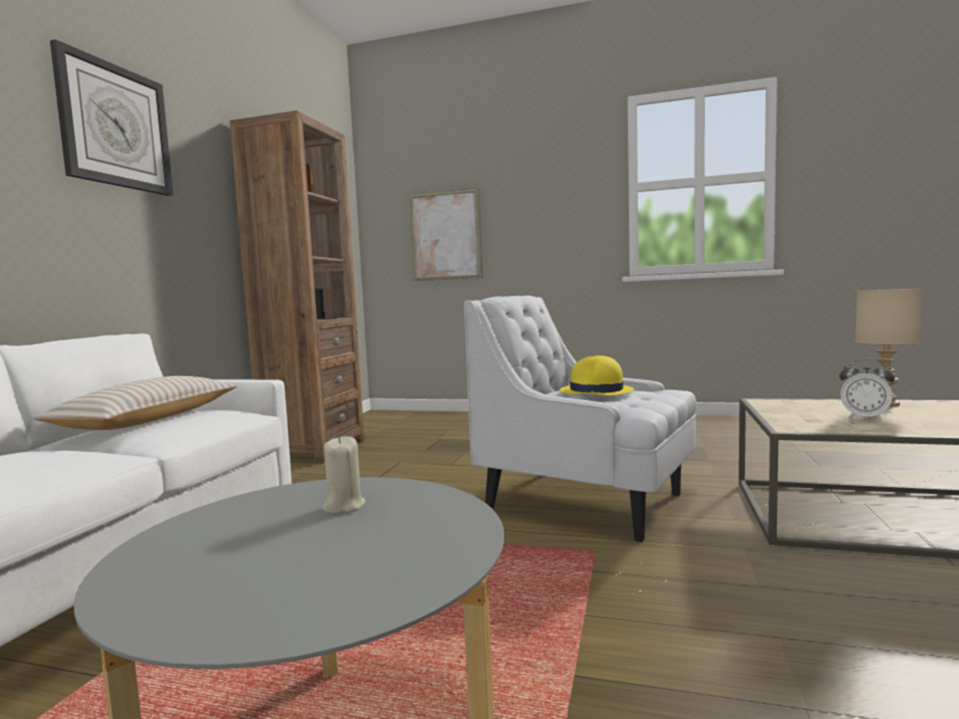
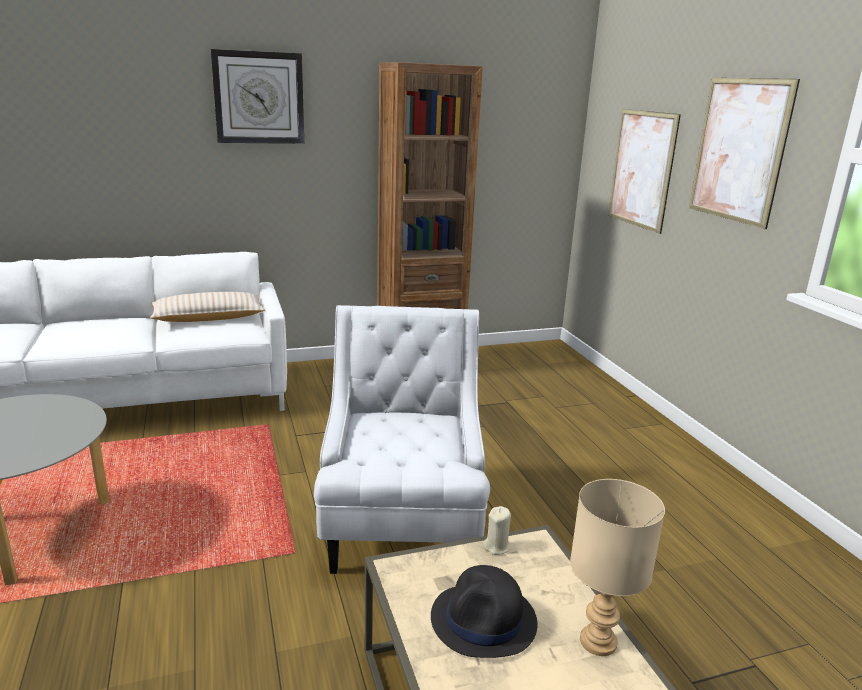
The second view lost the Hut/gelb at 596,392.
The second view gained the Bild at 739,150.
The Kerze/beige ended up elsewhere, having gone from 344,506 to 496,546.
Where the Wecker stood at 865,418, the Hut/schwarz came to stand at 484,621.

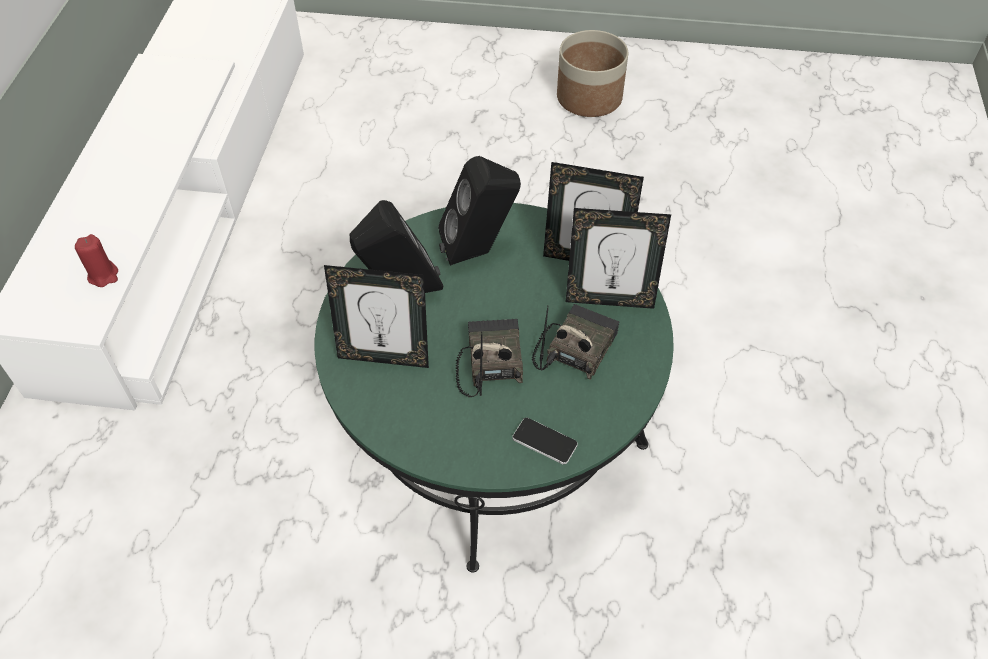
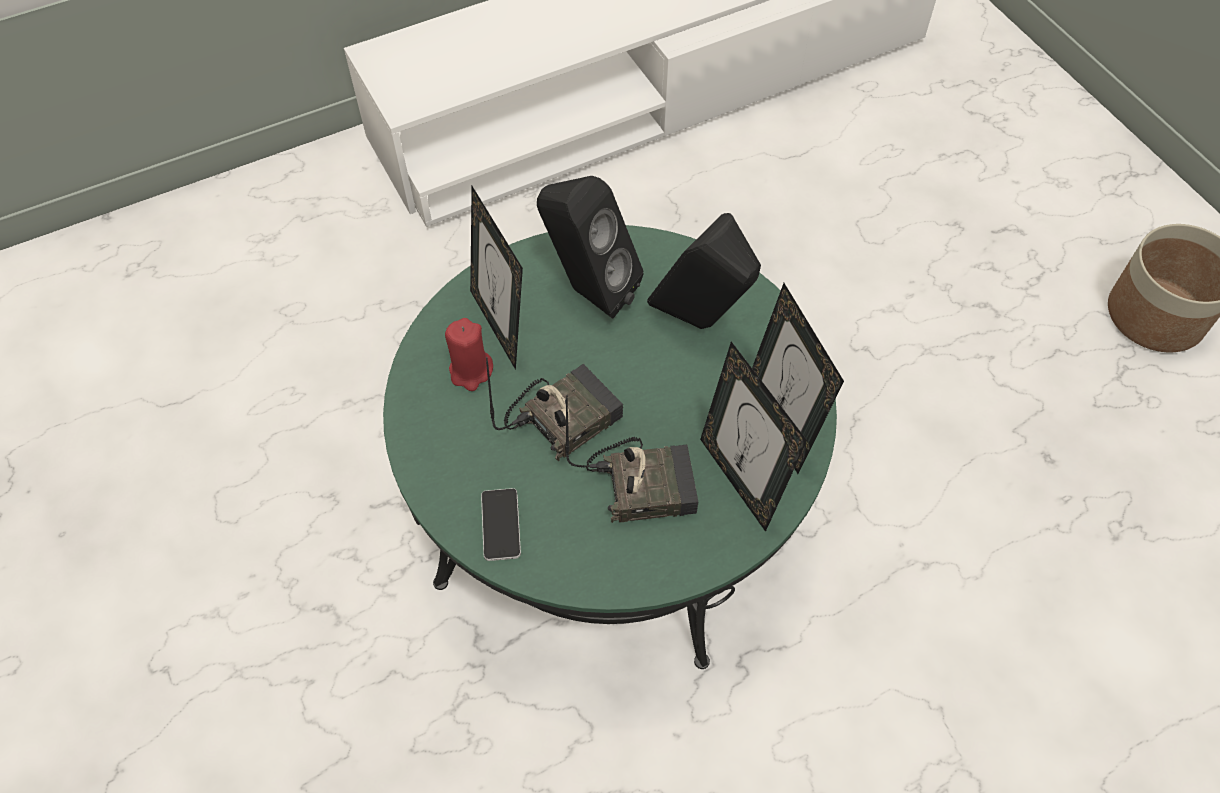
The Kerze/rot ended up elsewhere, having gone from 103,275 to 471,371.

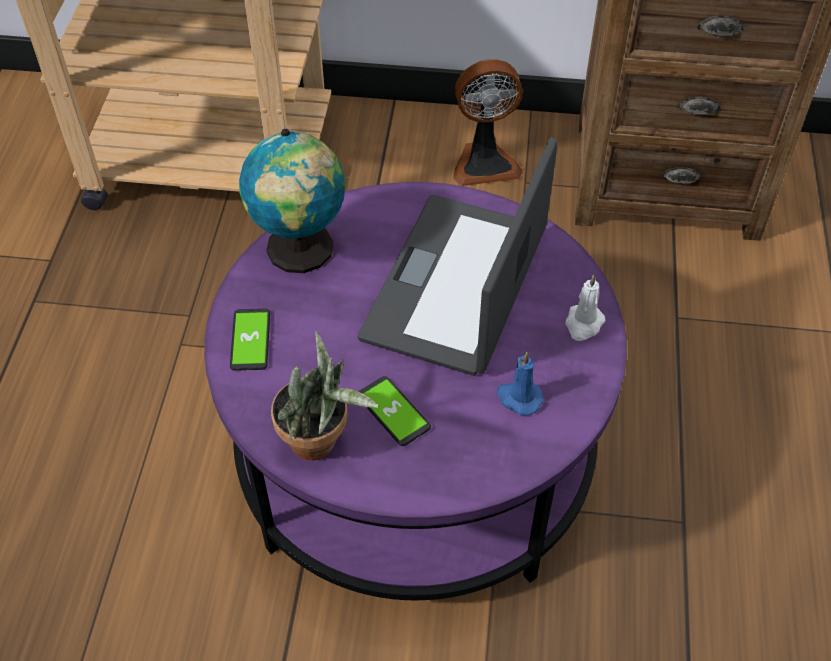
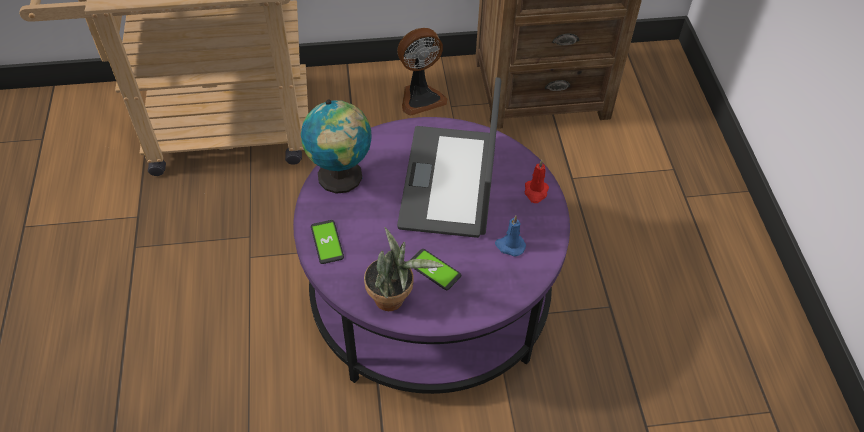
What was the Kerze/weiß at 583,324 turned into the Kerze/rot at 536,192.

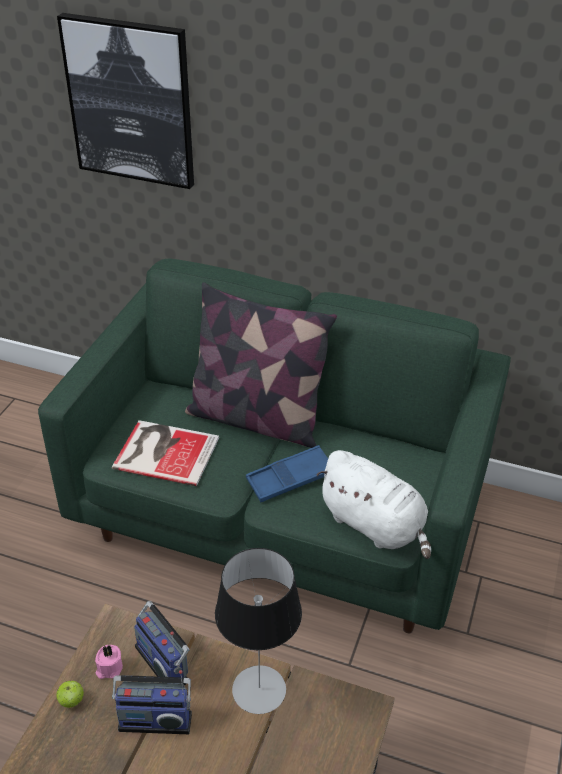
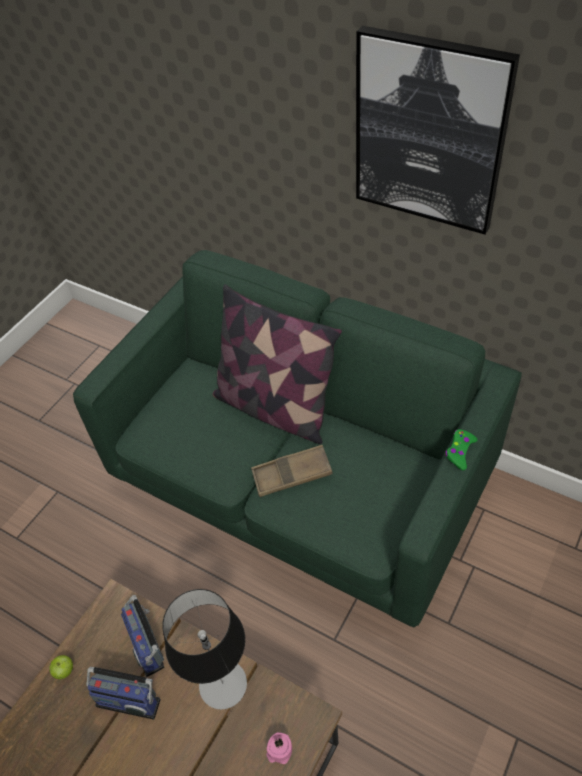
The second view lost the Buch at 164,451.
The second view lost the Plüschtier/weiß at 375,526.
The second view gained the Gamepad/grün at 460,452.
The Bild ended up elsewhere, having gone from 131,101 to 429,132.
The Kerze/rosa ended up elsewhere, having gone from 109,668 to 279,751.
What was the Tablett/blau at 290,478 turned into the Tablett/braun at 292,474.

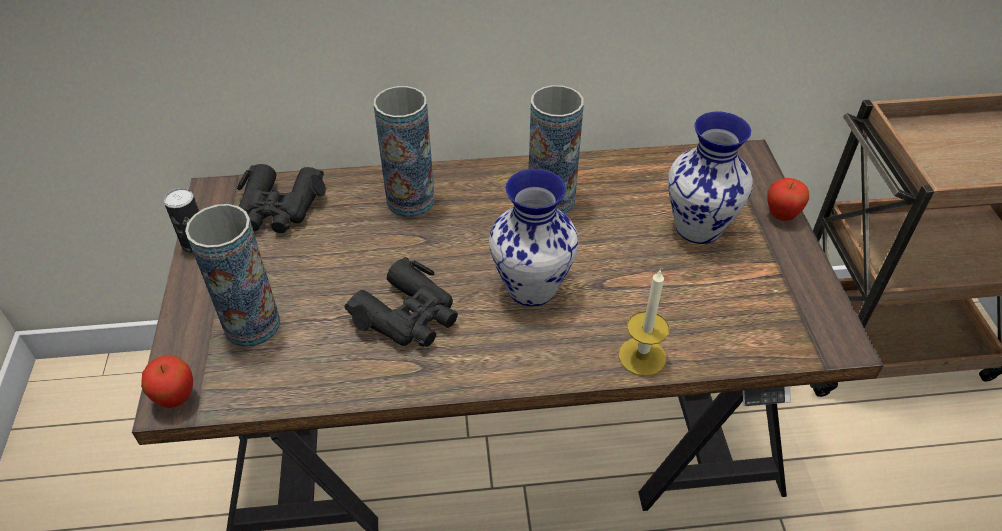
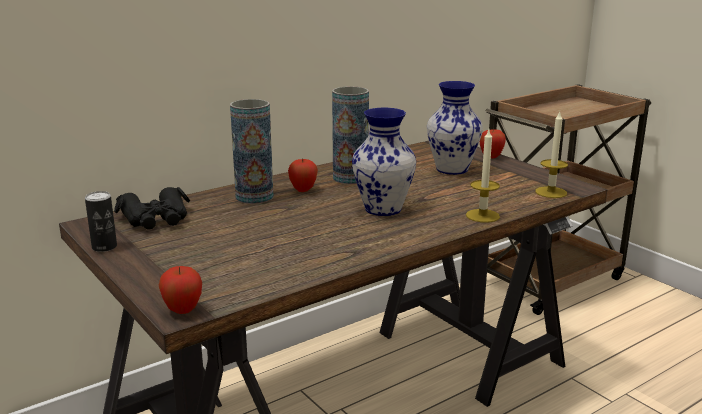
The second view lost the Vase at 252,325.
The second view lost the Fernglas/schwarz at 408,315.
The second view gained the Apfel at 303,190.
The second view gained the Kerze at 551,192.

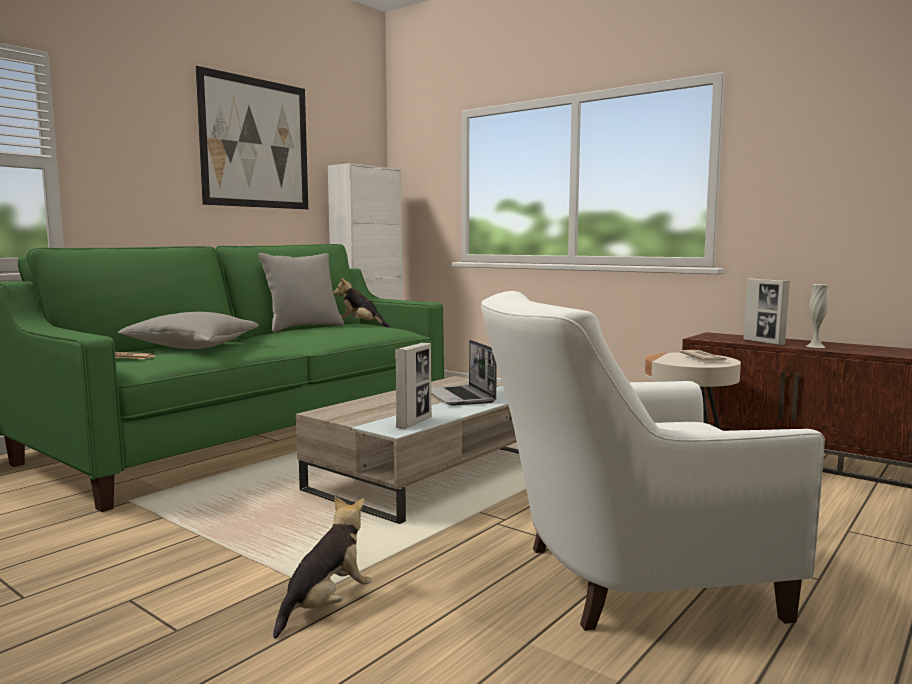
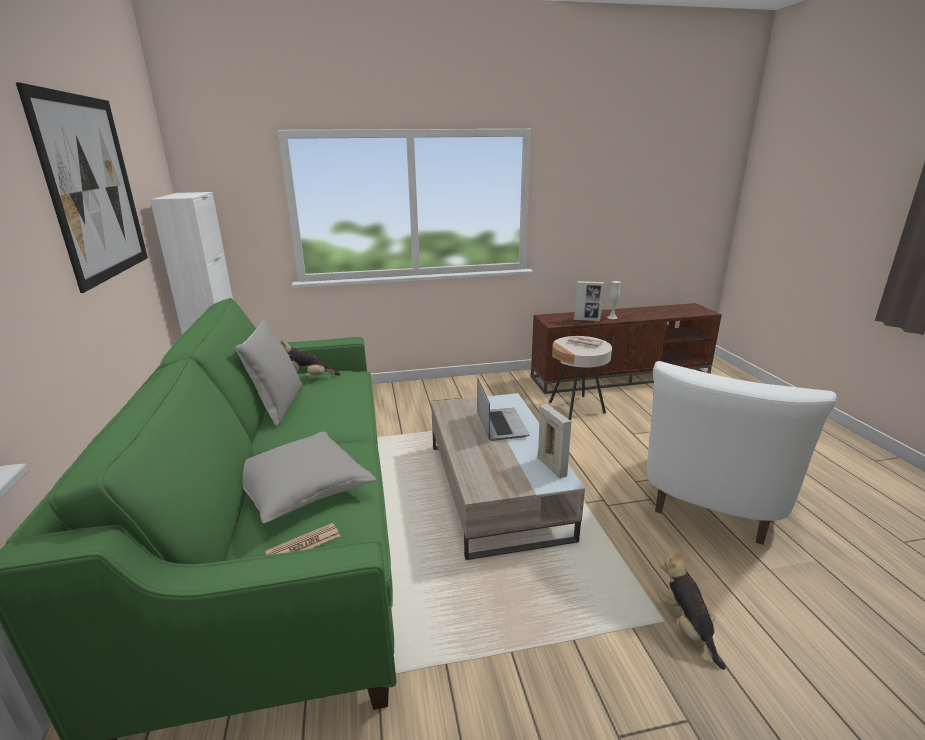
The Laptop at 461,397 ended up facing another way, 120 degrees counterclockwise from before.

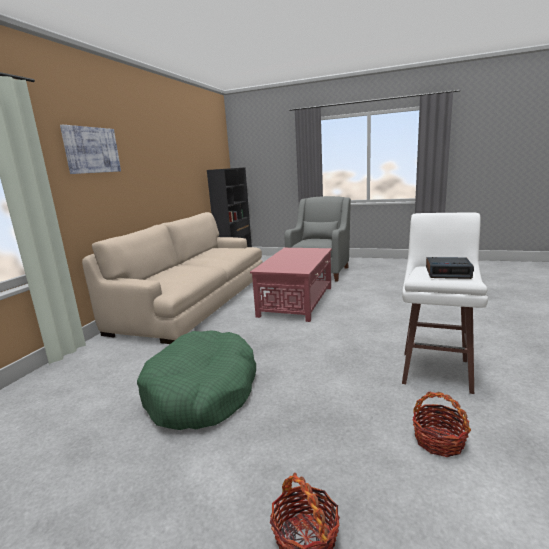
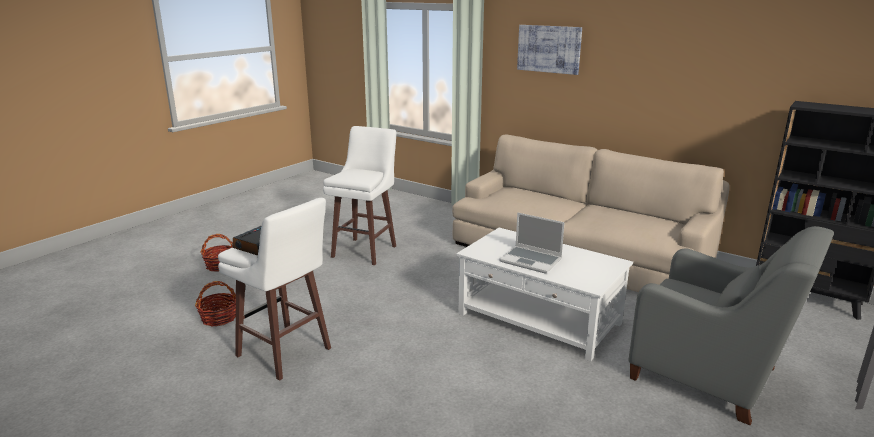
The second view gained the Laptop at 531,260.
Where the Hundebett/grün stood at 202,392, the Hocker/weiß came to stand at 365,251.
What was the Couchtisch/rot at 297,301 turned into the Couchtisch/weiß at 539,319.

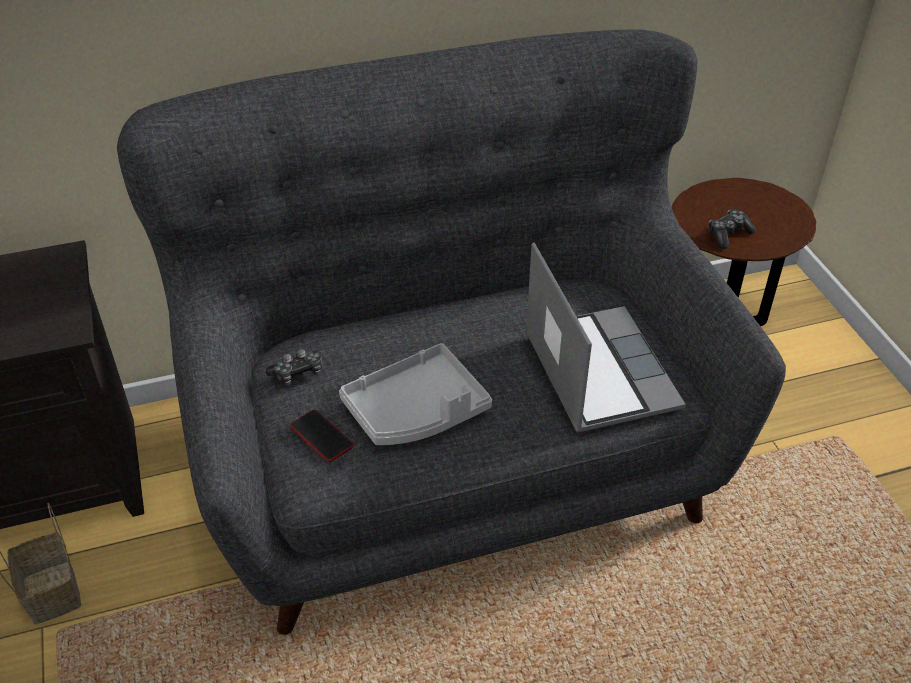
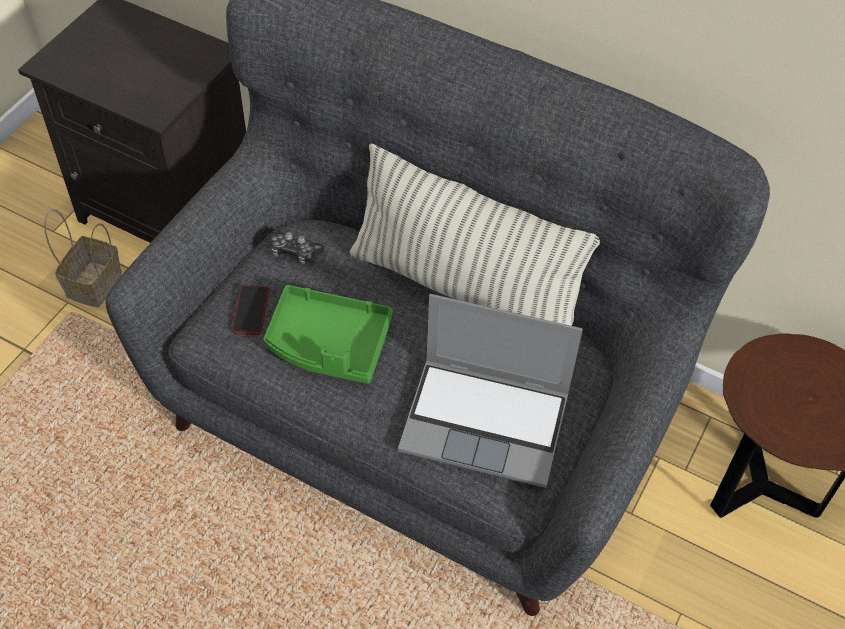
The second view lost the Gamepad at 728,234.
The second view gained the Kissen at 466,288.
What was the Tablett/grau at 417,411 turned into the Tablett/grün at 328,344.
The Laptop at 596,370 ended up facing another way, 75 degrees clockwise from before.

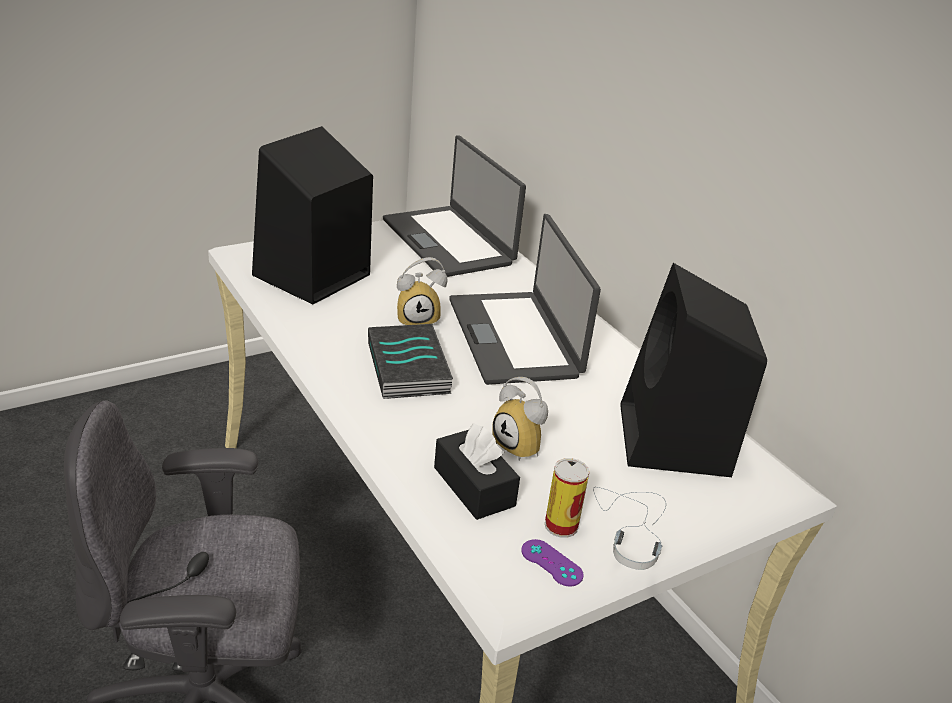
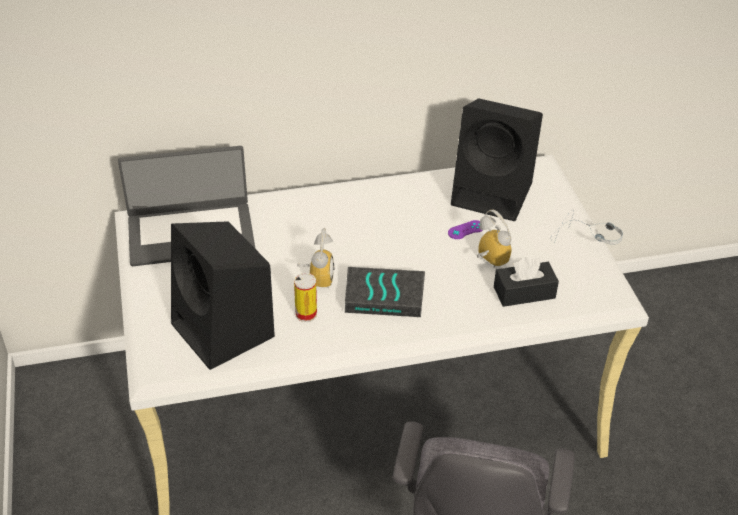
The second view lost the Laptop at 515,337.
The Gamepad/lila ended up elsewhere, having gone from 551,563 to 466,230.
The Dose ended up elsewhere, having gone from 561,525 to 306,314.
The Wecker at 522,446 ended up facing another way, 105 degrees counterclockwise from before.

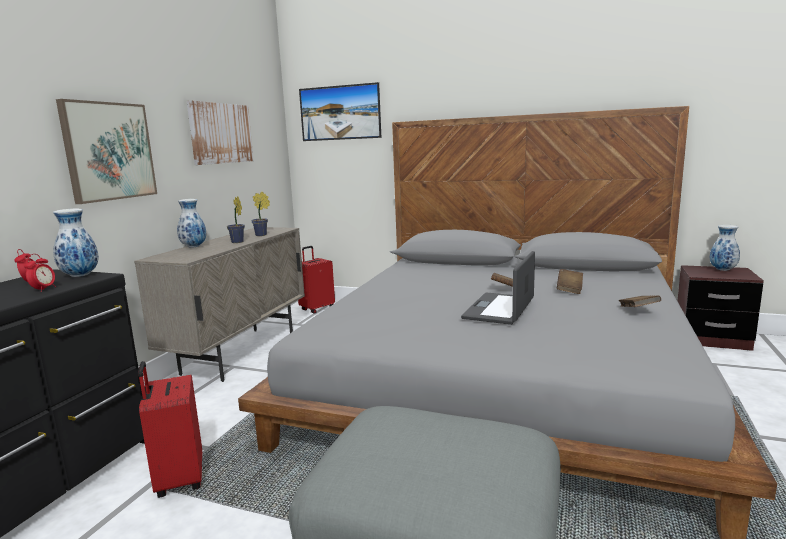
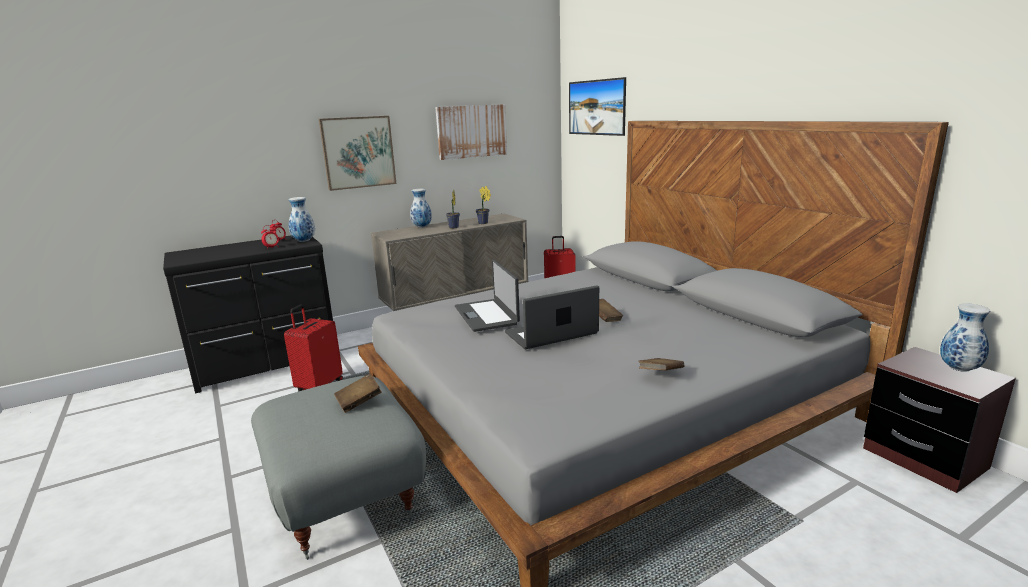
The second view gained the Laptop at 487,315.
The Buch/braun ended up elsewhere, having gone from 569,289 to 359,402.

